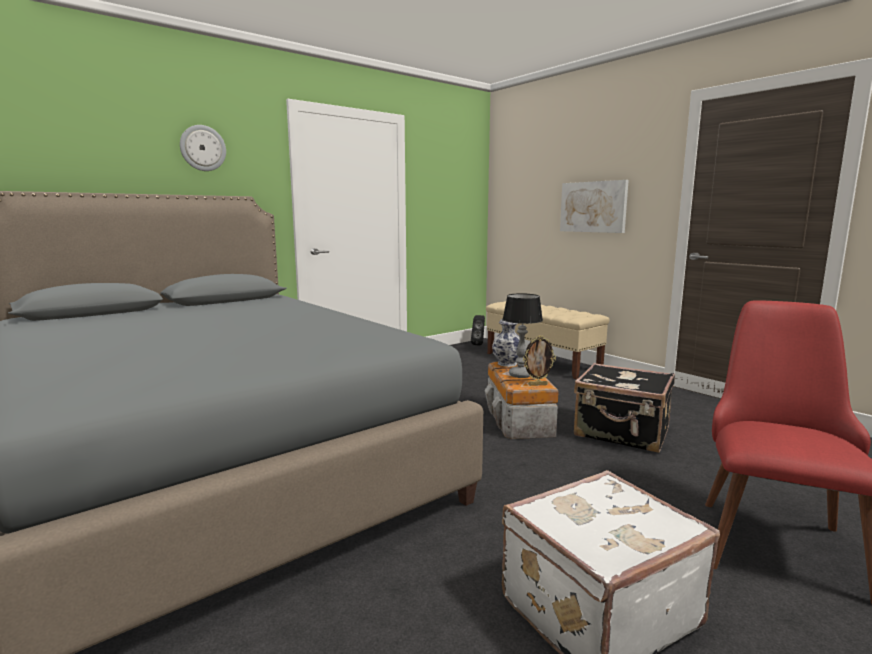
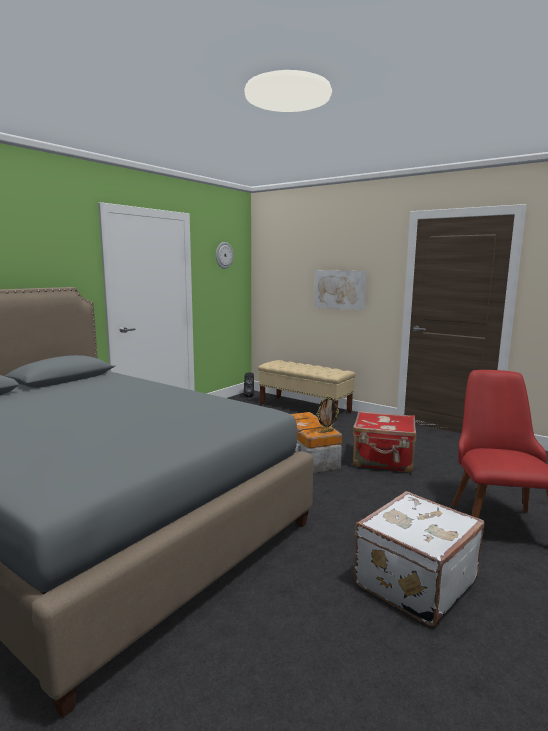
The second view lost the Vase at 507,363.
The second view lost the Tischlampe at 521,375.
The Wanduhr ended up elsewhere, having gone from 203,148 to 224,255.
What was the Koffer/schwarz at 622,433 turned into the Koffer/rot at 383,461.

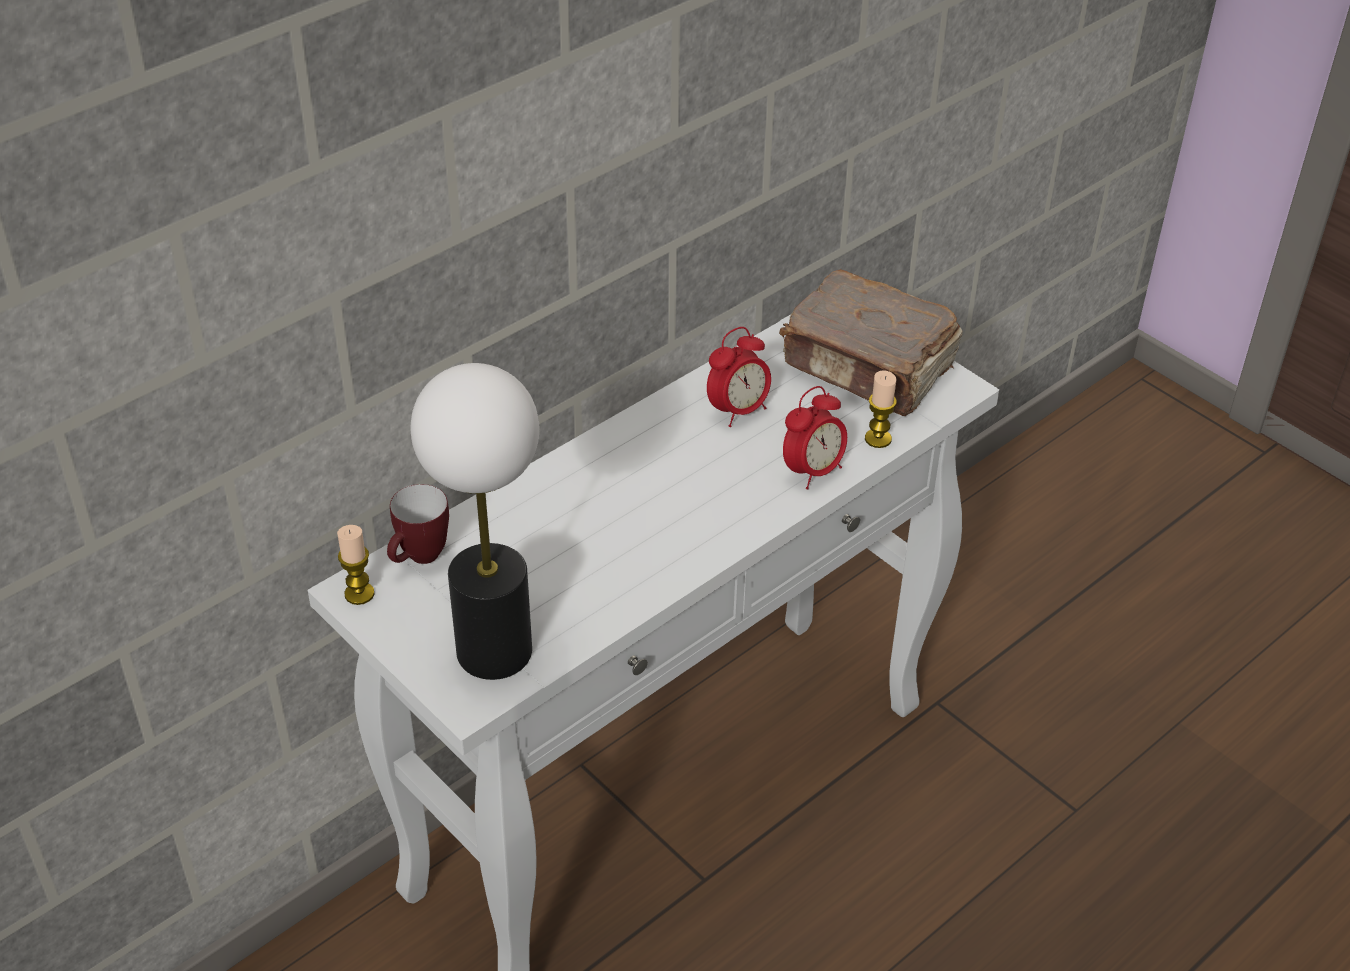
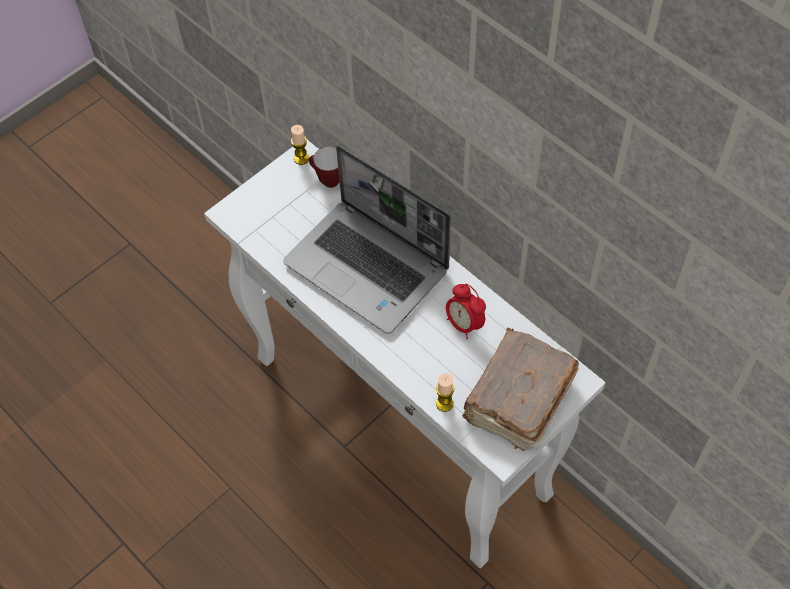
The second view lost the Tischlampe at 494,652.
The second view lost the Wecker at 813,471.
The second view gained the Laptop at 369,267.

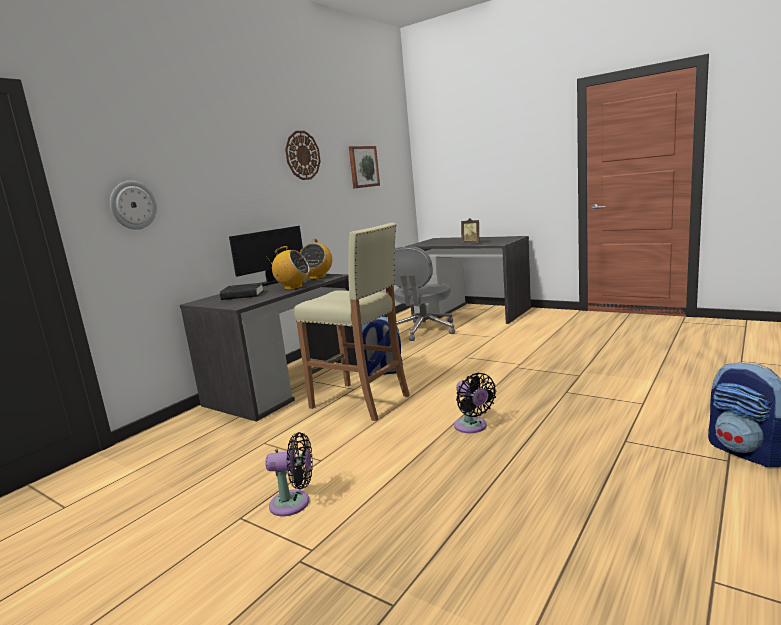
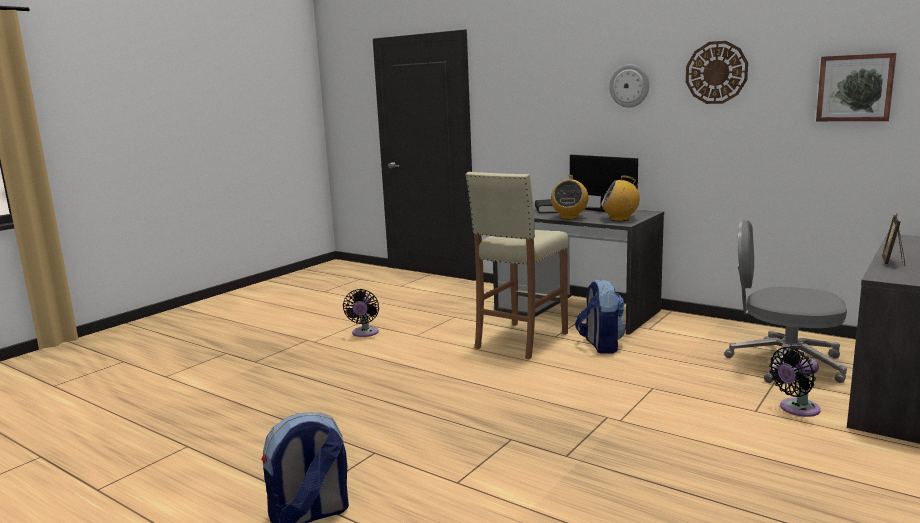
The Wanduhr ended up elsewhere, having gone from 133,205 to 629,86.
The Ventilator/schwarz ended up elsewhere, having gone from 472,427 to 796,409.

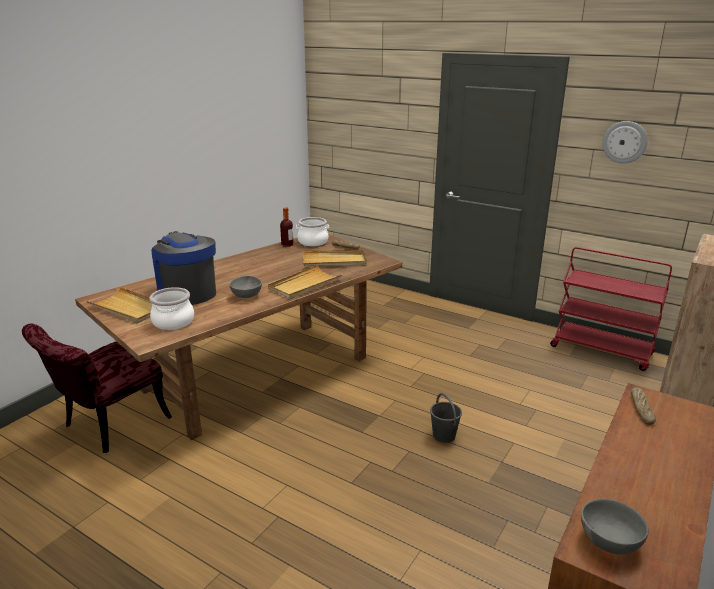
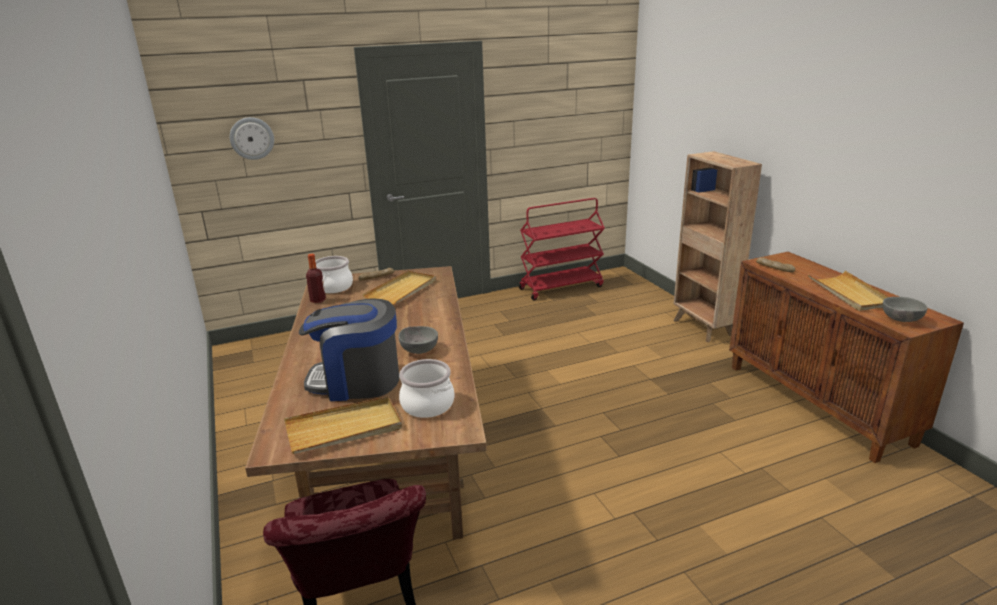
The second view lost the Eimer/grau at 443,435.
The Tablett/beige ended up elsewhere, having gone from 304,284 to 850,293.
The Wanduhr ended up elsewhere, having gone from 624,142 to 252,138.

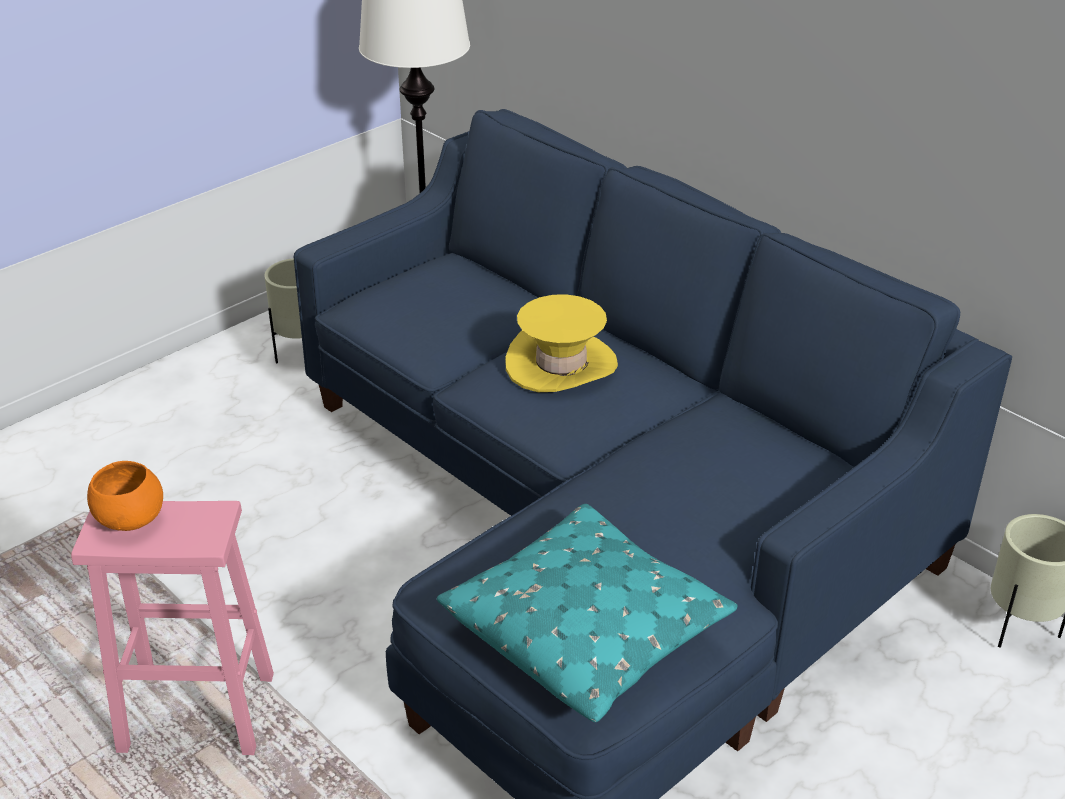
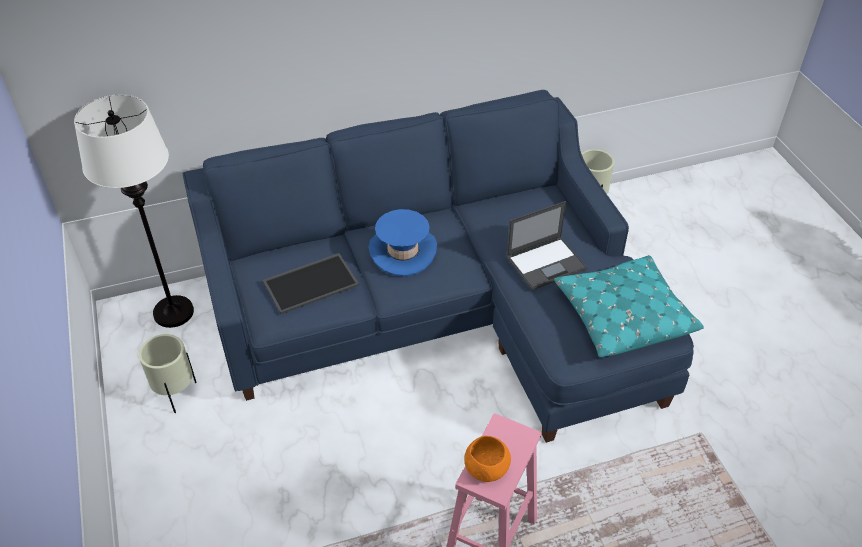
The second view gained the Tablett at 311,282.
The second view gained the Laptop at 546,263.
What was the Hut/gelb at 561,364 turned into the Hut/blau at 403,251.

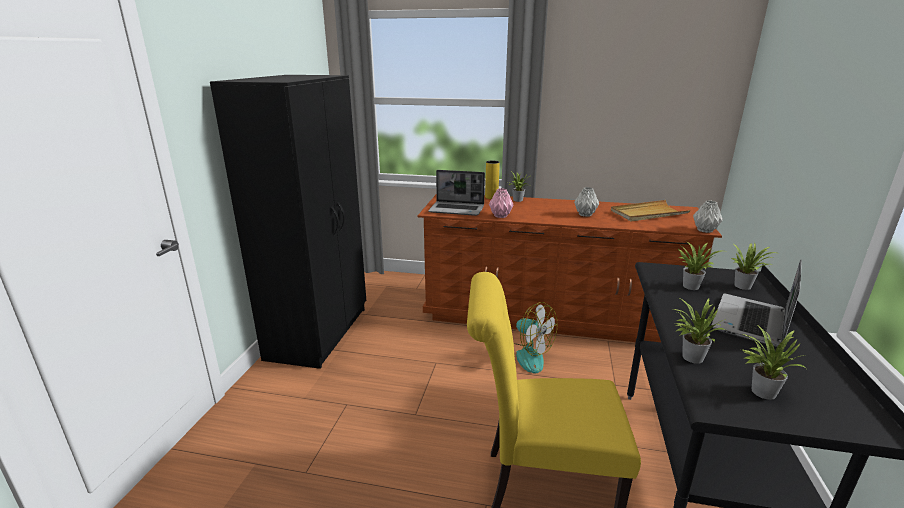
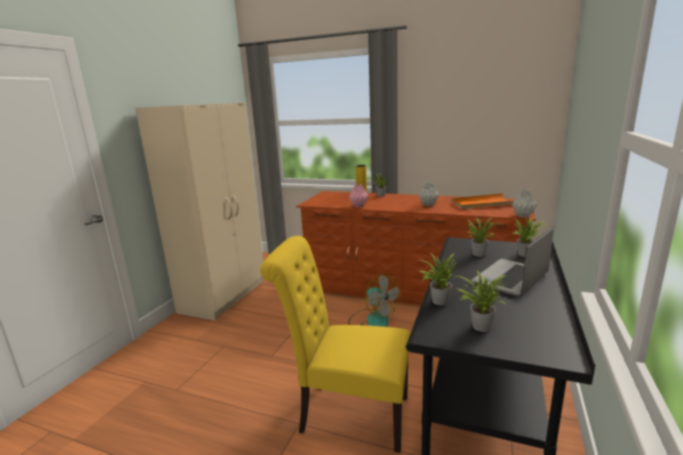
The second view lost the Laptop at 457,209.
What was the Kleiderschrank/schwarz at 320,332 turned into the Kleiderschrank/beige at 225,296.
What was the Tablett/beige at 648,213 turned into the Tablett/orange at 482,204.

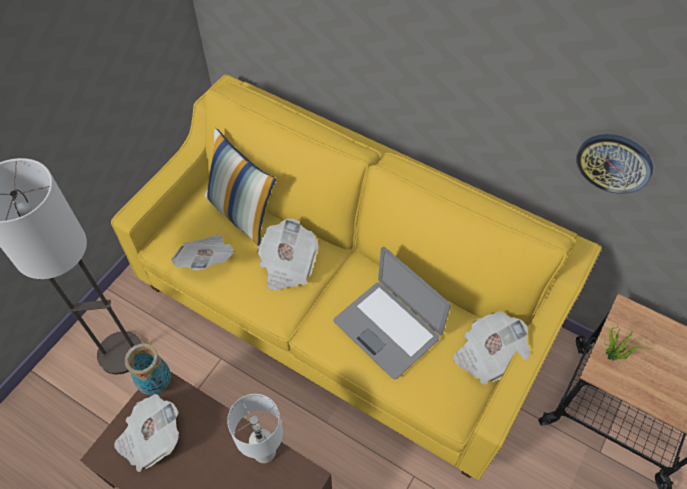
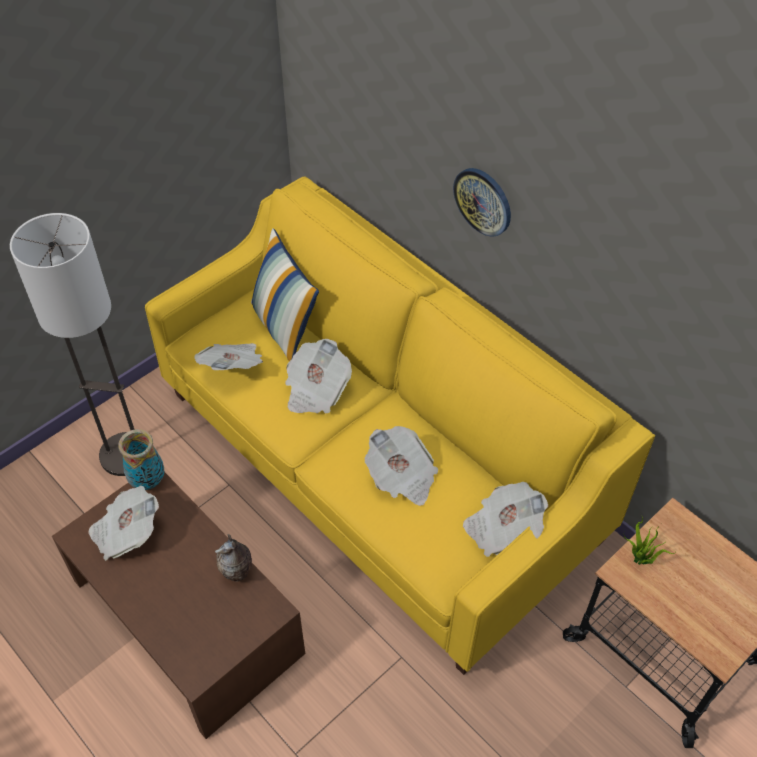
The Wanduhr ended up elsewhere, having gone from 614,162 to 483,201.
Where the Tischlampe/weiß stood at 265,452, the Vase came to stand at 238,574.
Where the Laptop stood at 387,328, the Zeitung came to stand at 402,477.

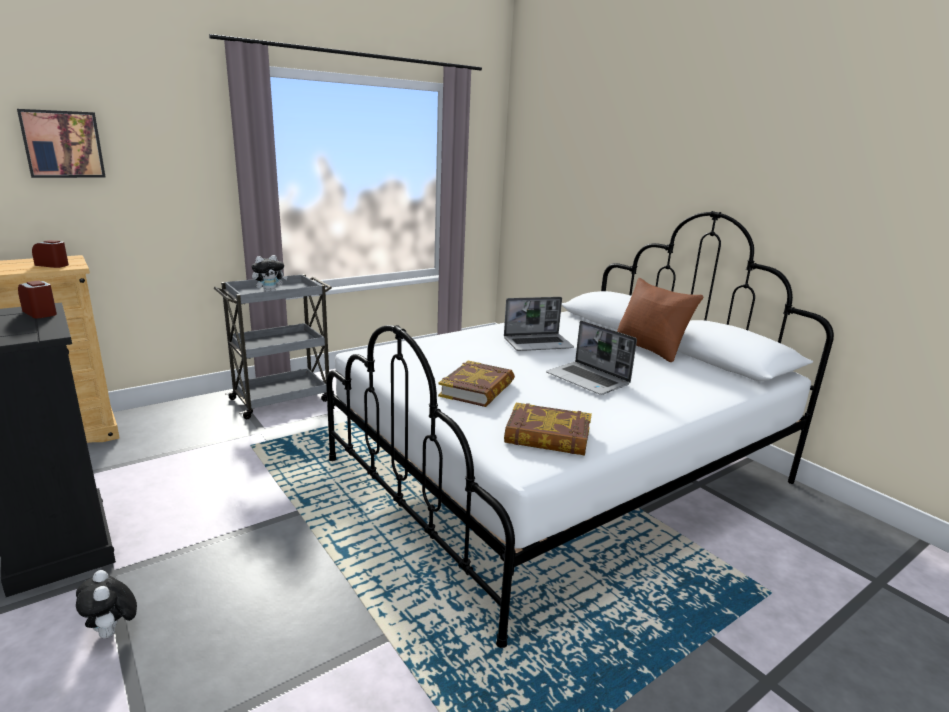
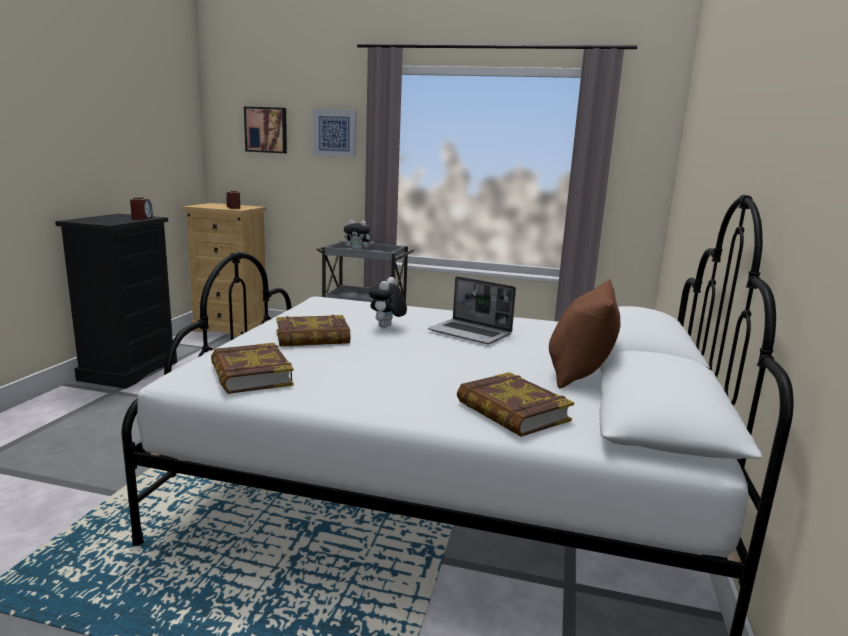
The second view lost the Laptop at 589,380.
The second view gained the Bild at 334,133.
The second view gained the Buch at 512,411.
The Plüschtier ended up elsewhere, having gone from 113,633 to 386,327.

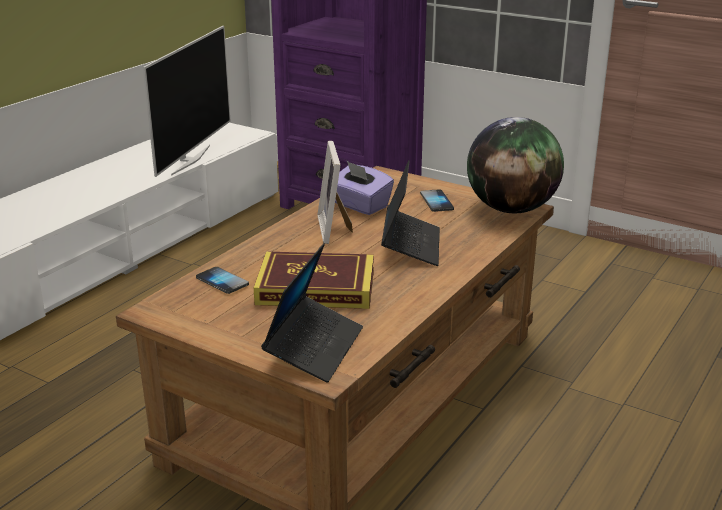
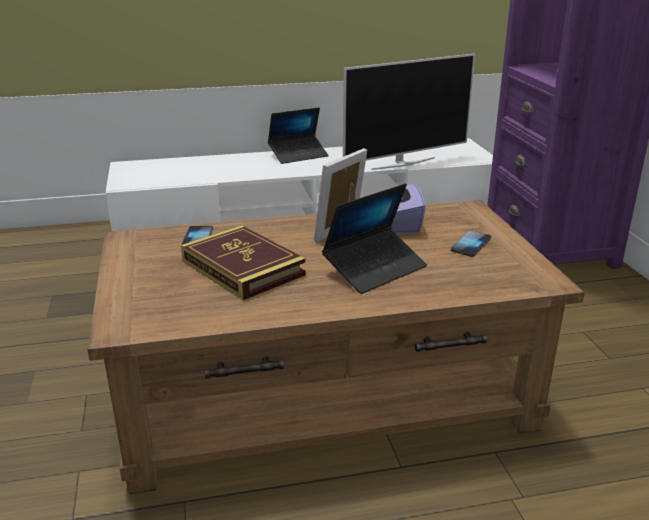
The second view lost the Globus at 511,209.
The Laptop ended up elsewhere, having gone from 314,348 to 298,155.

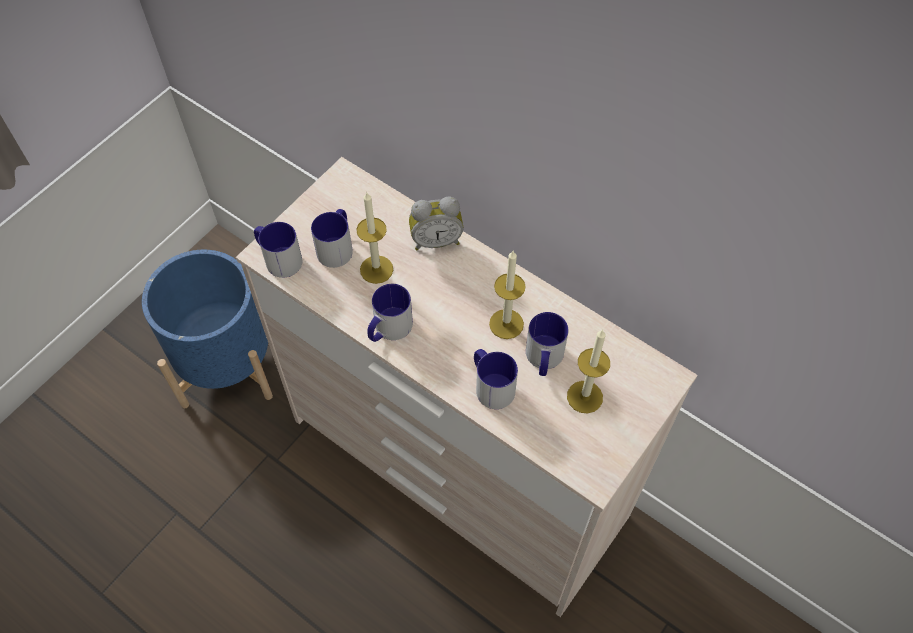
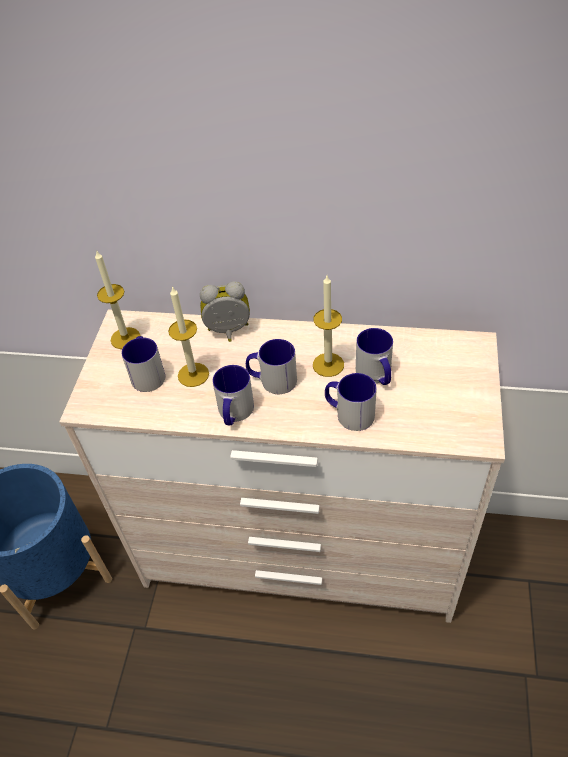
The Henkelbecher ended up elsewhere, having gone from 278,258 to 272,380.
The Kerze ended up elsewhere, having gone from 584,397 to 125,338.
The Wecker at 436,240 ended up facing another way, 150 degrees counterclockwise from before.

